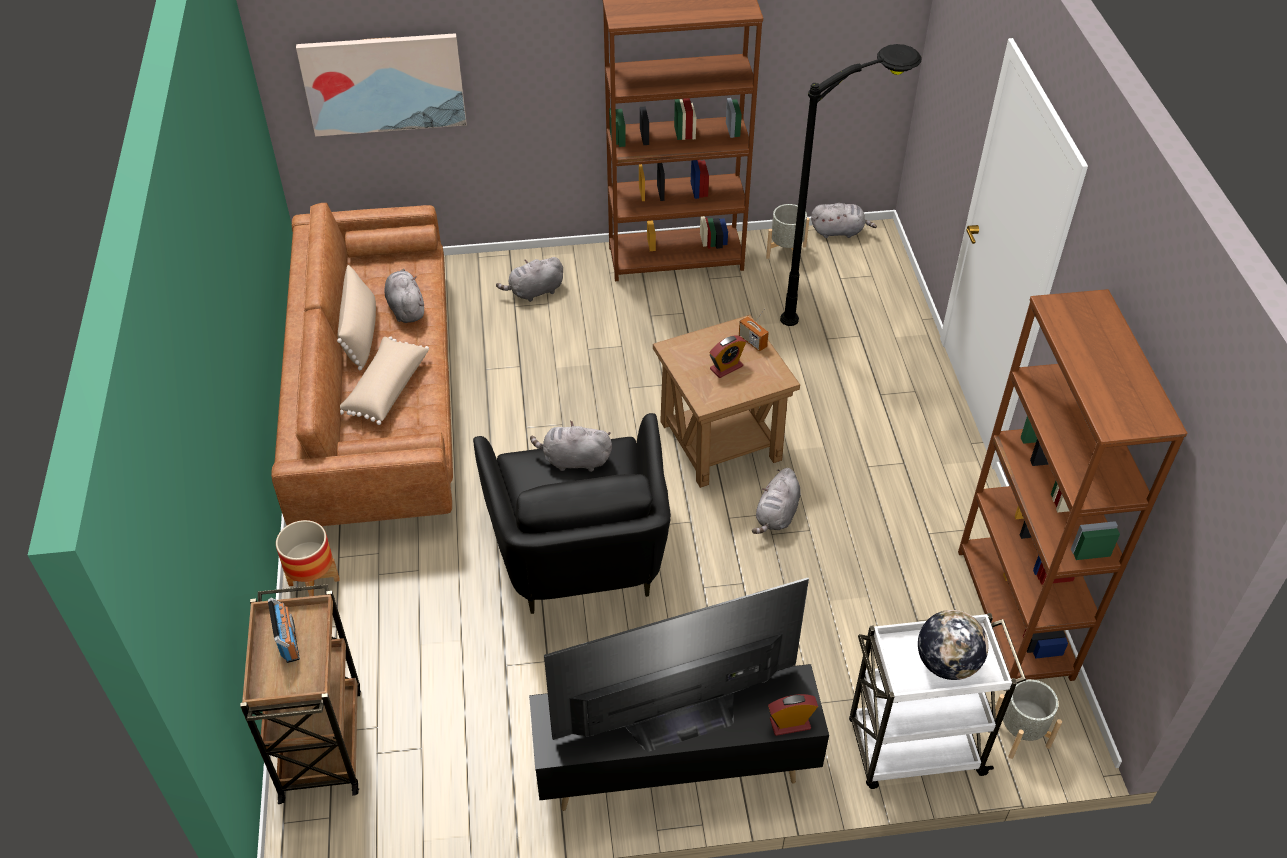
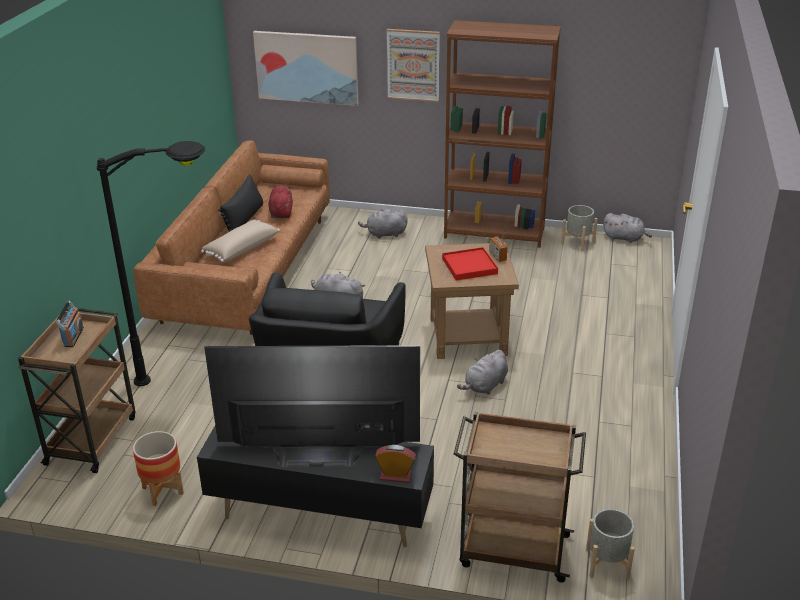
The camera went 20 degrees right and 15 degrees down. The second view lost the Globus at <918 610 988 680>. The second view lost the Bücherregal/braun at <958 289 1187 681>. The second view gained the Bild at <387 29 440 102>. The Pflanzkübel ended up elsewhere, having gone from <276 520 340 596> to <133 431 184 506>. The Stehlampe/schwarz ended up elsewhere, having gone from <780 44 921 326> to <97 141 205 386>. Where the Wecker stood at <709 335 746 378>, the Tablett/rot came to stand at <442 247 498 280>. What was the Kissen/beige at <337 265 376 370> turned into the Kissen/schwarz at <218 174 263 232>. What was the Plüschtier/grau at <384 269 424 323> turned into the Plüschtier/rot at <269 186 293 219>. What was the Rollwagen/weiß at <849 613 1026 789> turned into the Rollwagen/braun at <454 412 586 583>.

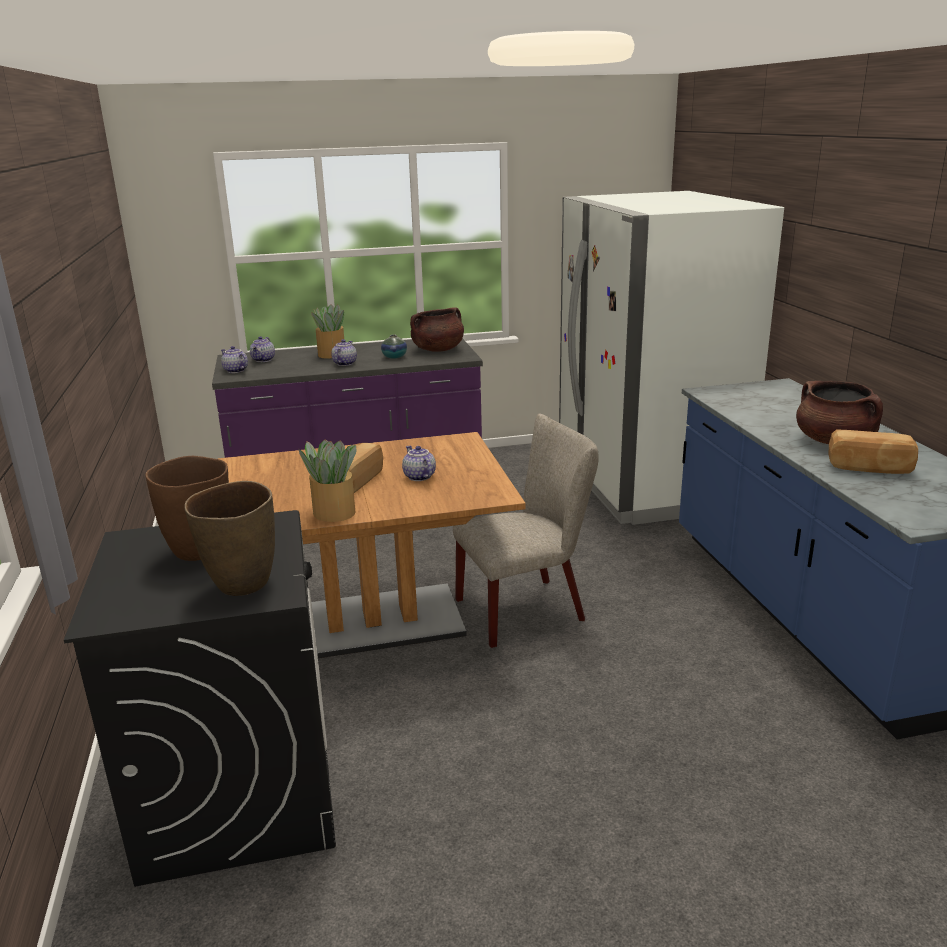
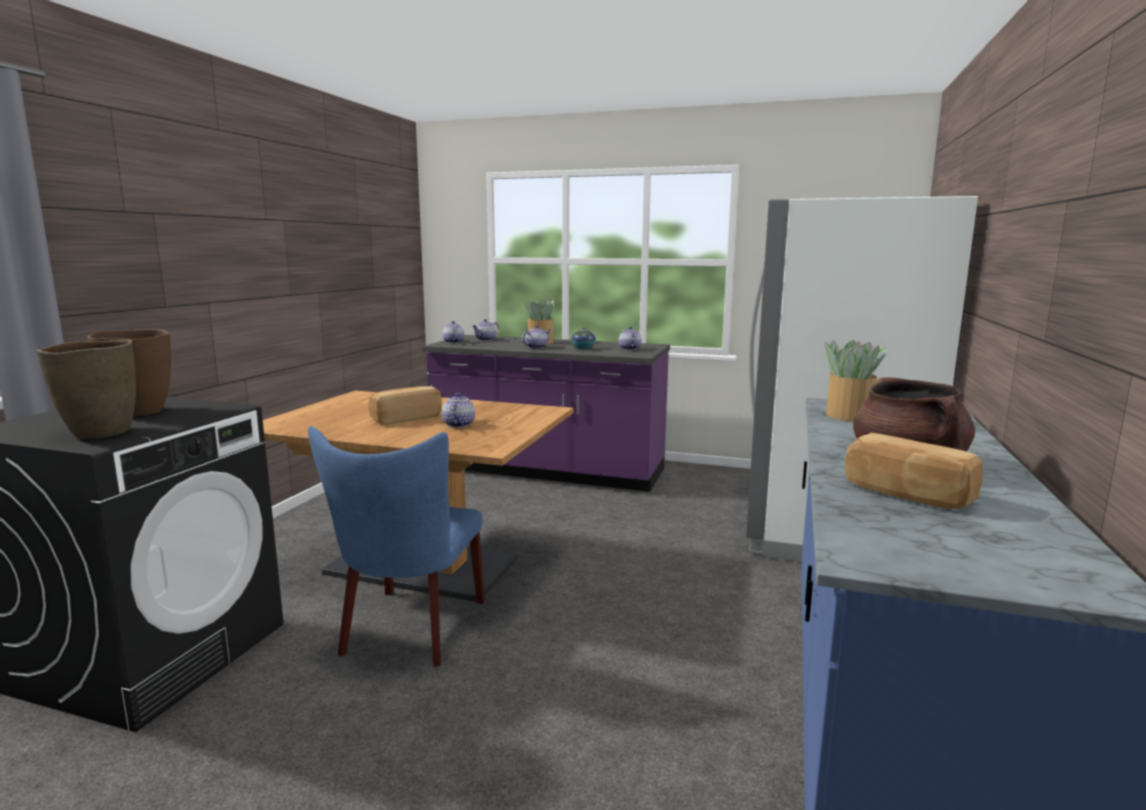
The camera went 30 degrees right and 10 degrees down. The second view lost the Stuhl/beige at <453 414 599 648>. The second view gained the Stuhl/blau at <308 426 485 667>. The Topfpflanze ended up elsewhere, having gone from <299 439 356 522> to <824 340 888 422>. Where the Kochtopf/braun stood at <410 307 464 352>, the Teekanne came to stand at <618 326 641 350>.

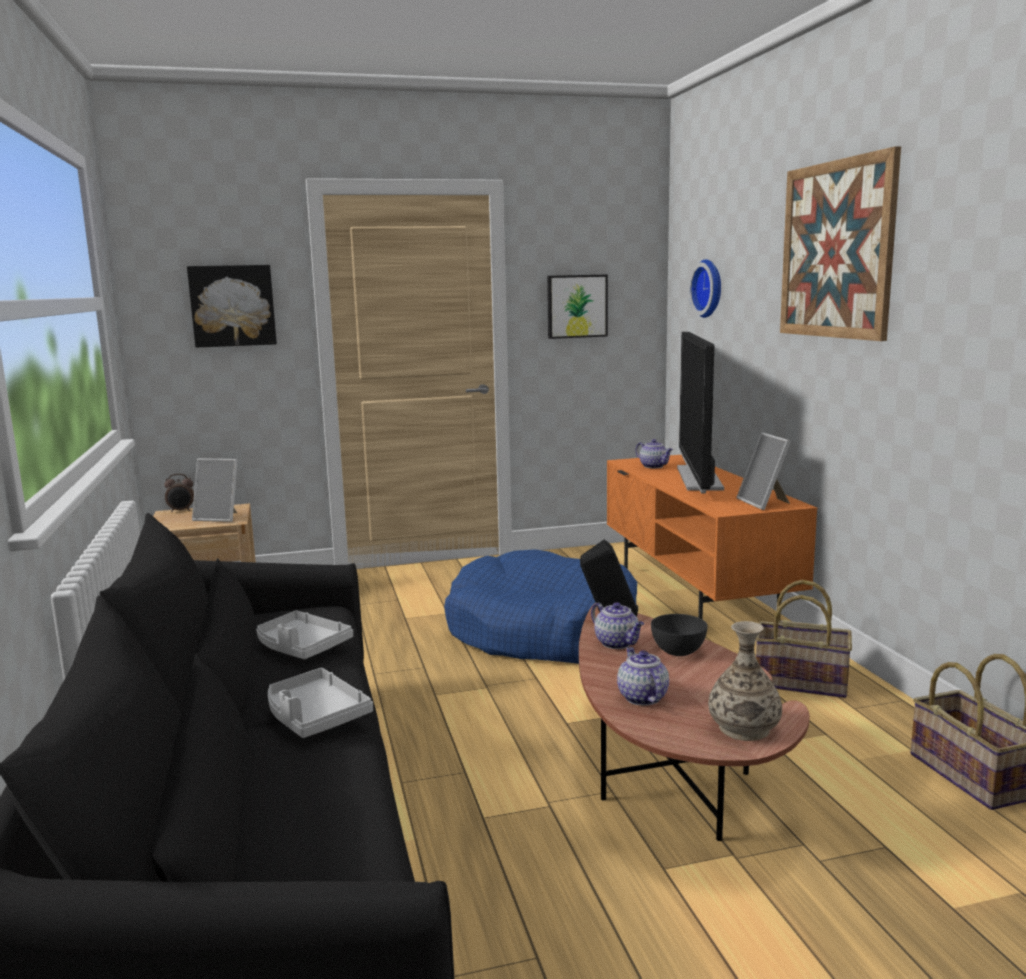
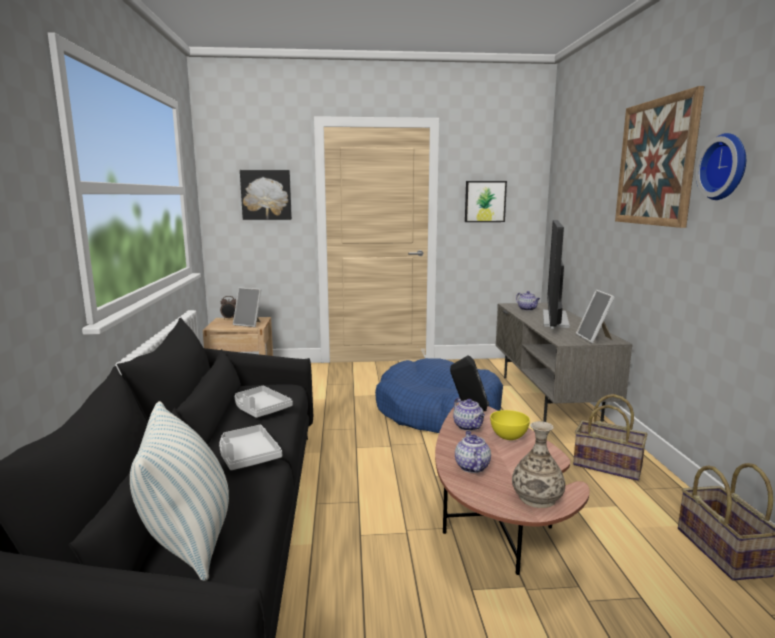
The camera went 10 degrees right and 0 degrees up. The second view gained the Kissen at <130 401 229 581>. The Wanduhr ended up elsewhere, having gone from <689 259 721 318> to <696 133 746 200>. What was the Fernsehschrank/orange at <607 455 817 620> turned into the Fernsehschrank/grau at <496 303 633 422>. What was the Schüssel/grau at <651 614 708 656> turned into the Schüssel/gelb at <490 410 530 440>.

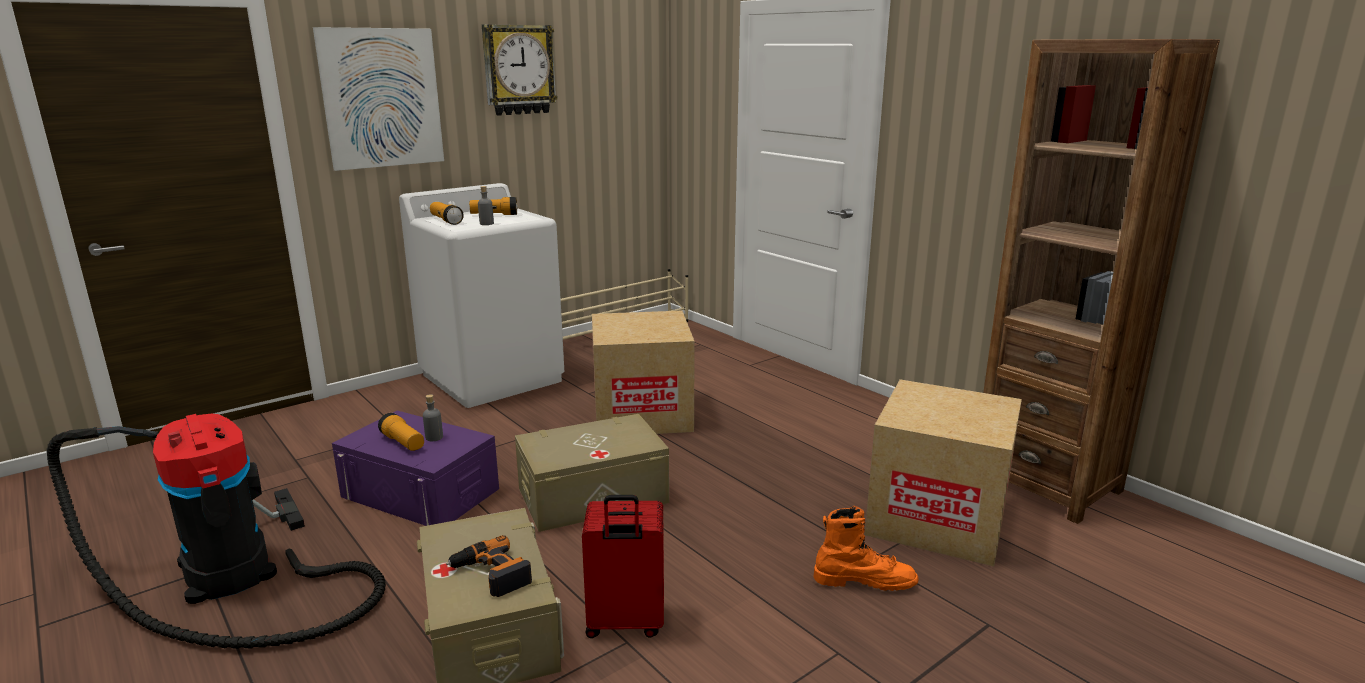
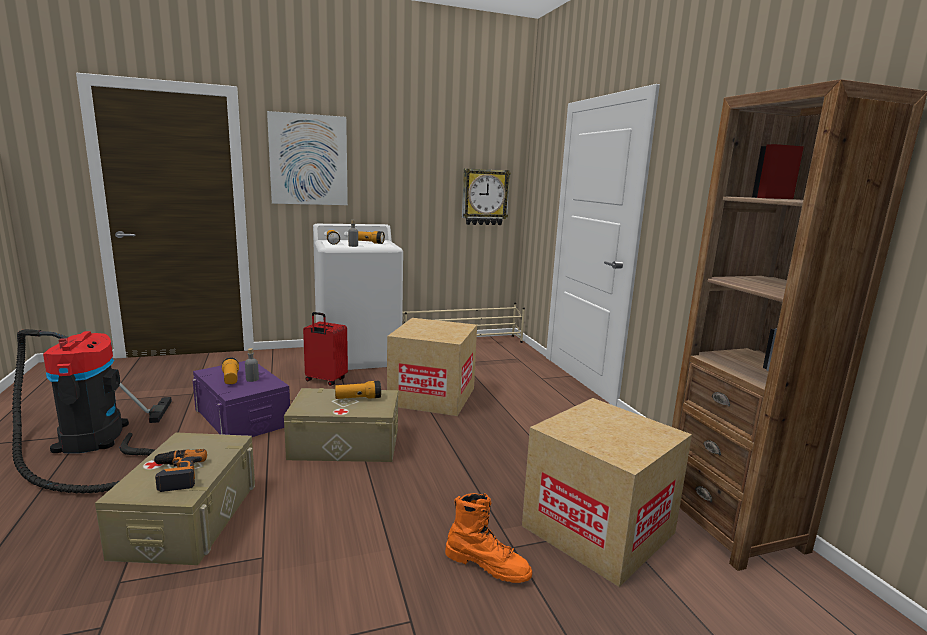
The camera went 20 degrees right and 5 degrees down. The second view gained the Taschenlampe at <335 381 381 399>. The Wanduhr ended up elsewhere, having gone from <482 24 558 116> to <462 168 511 225>. The Koffer/rot ended up elsewhere, having gone from <582 495 664 638> to <303 312 348 386>.

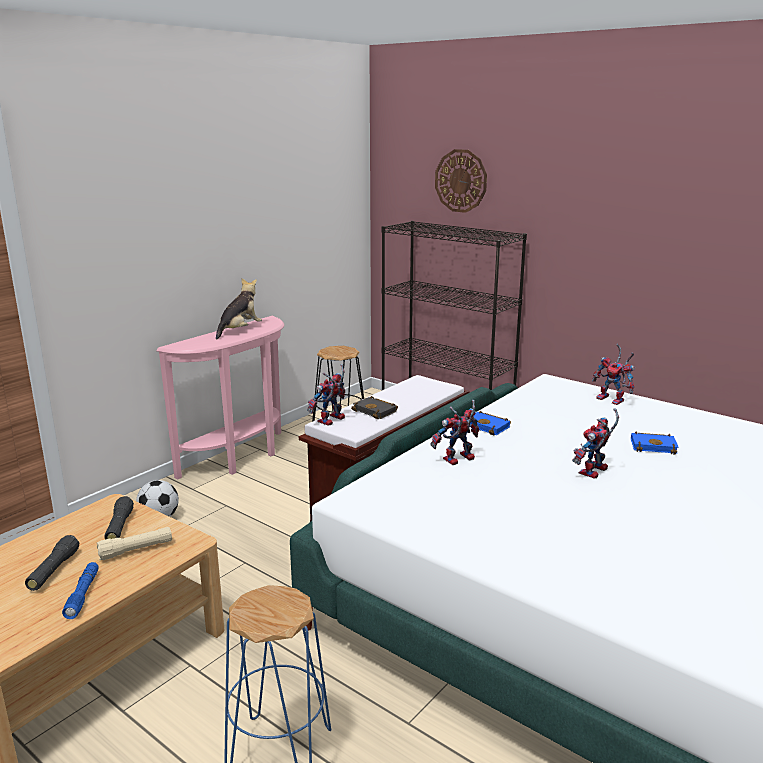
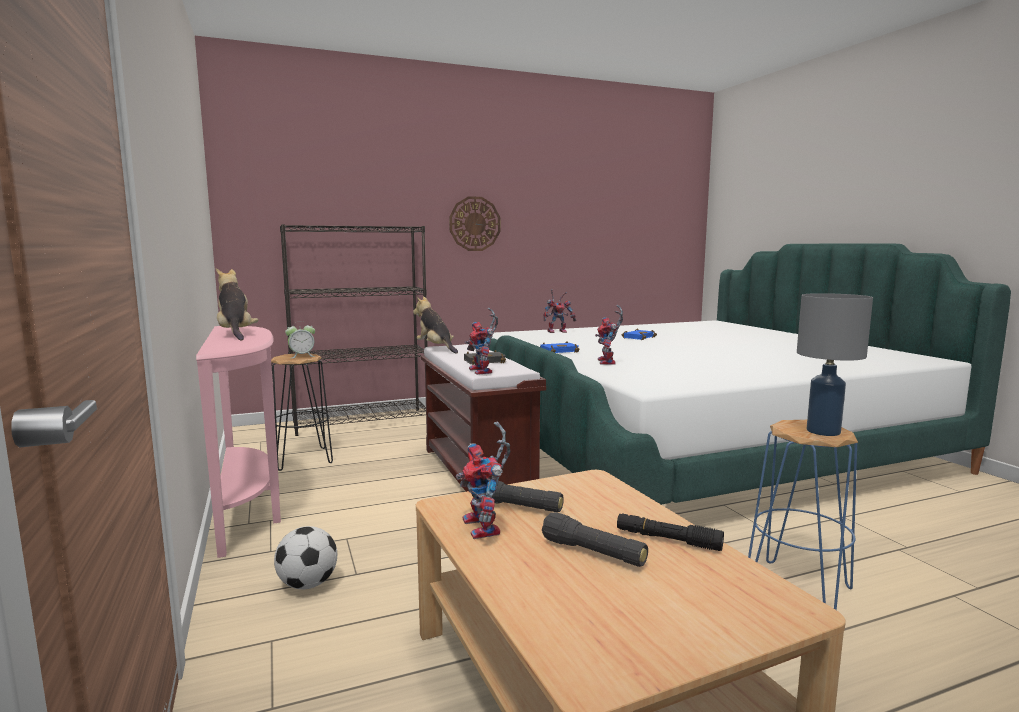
The camera went 60 degrees left and 10 degrees down. The second view lost the Taschenlampe/beige at <97 527 172 560>. The second view gained the Wecker at <285 321 315 358>. The second view gained the Plüschtier at <413 296 458 354>. The second view gained the Tischlampe/grau at <797 293 873 436>. The Wanduhr ended up elsewhere, having gone from <435 149 487 213> to <449 196 500 251>. The Spielzeugroboter ended up elsewhere, having gone from <572 409 619 479> to <456 422 510 539>. What was the Taschenlampe/blau at <62 562 99 619> turned into the Taschenlampe/schwarz at <617 514 724 551>.

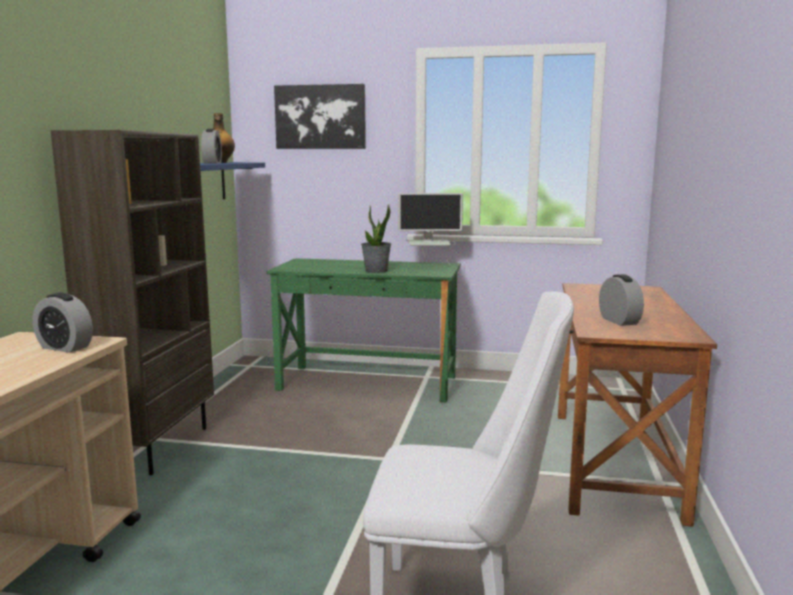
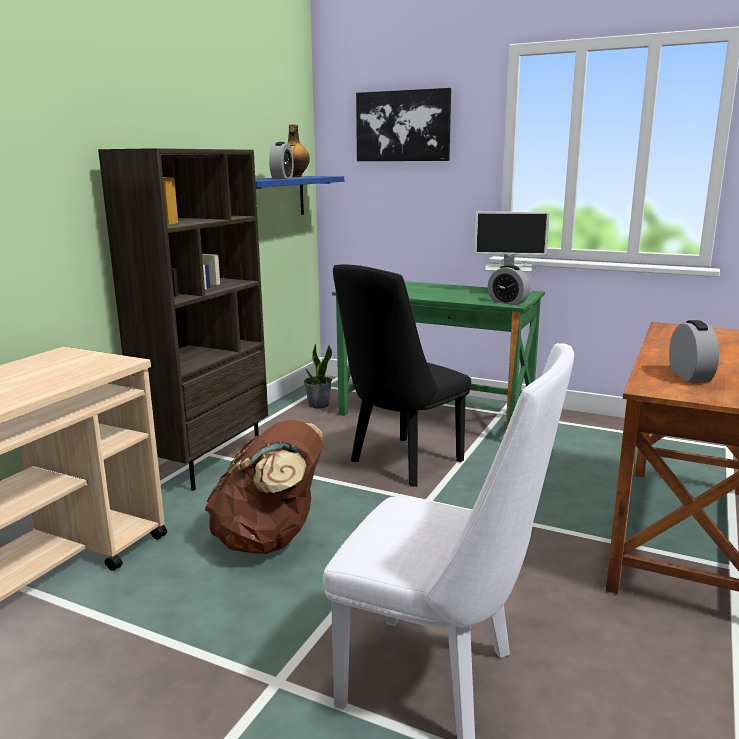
The camera went 15 degrees right and 5 degrees up. The second view gained the Rucksack/braun at <205 420 324 554>. The second view gained the Stuhl/schwarz at <333 264 471 486>. The Wecker ended up elsewhere, having gone from <32 293 93 353> to <488 265 530 305>. The Topfpflanze ended up elsewhere, having gone from <361 204 391 273> to <304 344 332 408>.

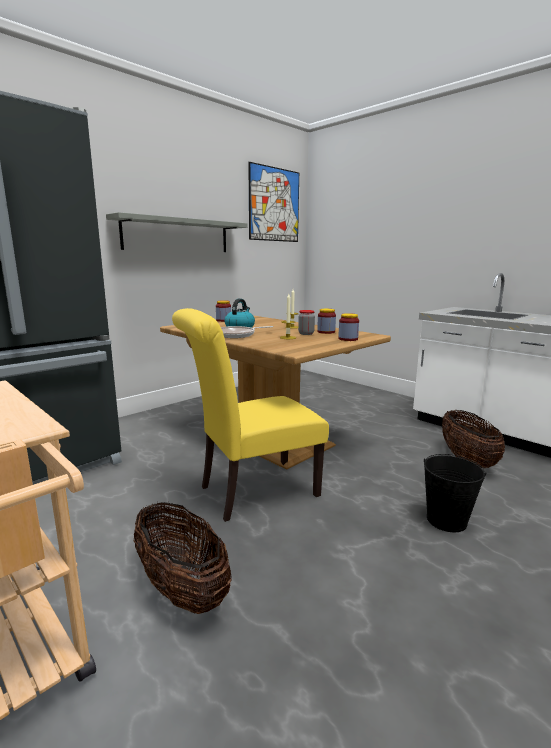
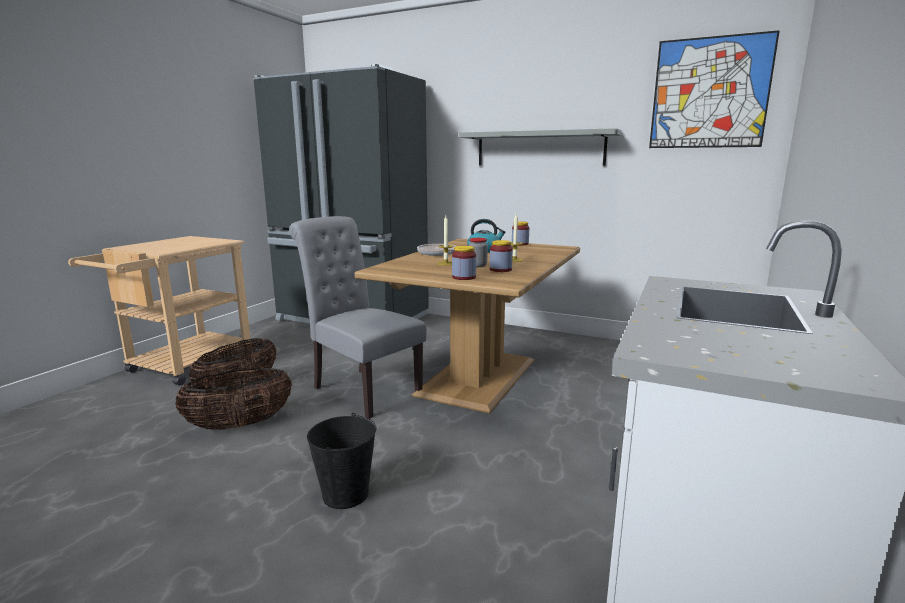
The camera went 70 degrees right and 0 degrees up. The Korb ended up elsewhere, having gone from <442 410 505 468> to <175 368 292 430>. What was the Stuhl/gelb at <172 308 329 522> turned into the Stuhl/grau at <289 216 427 419>.

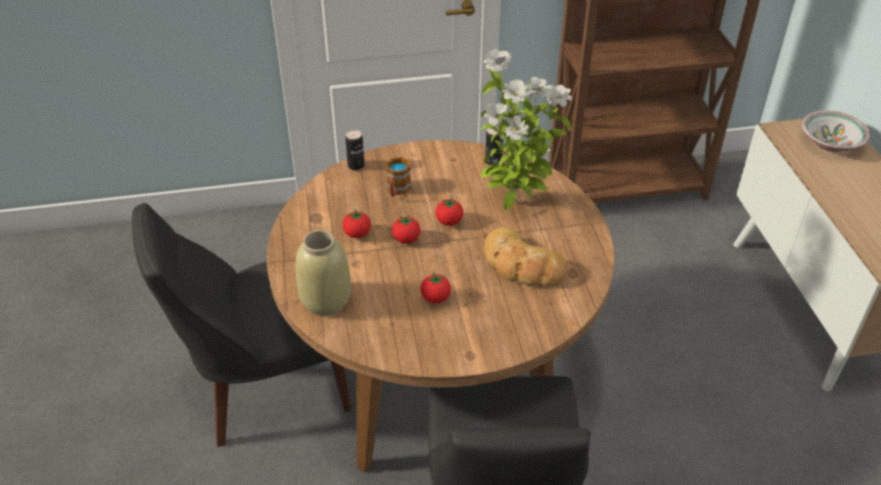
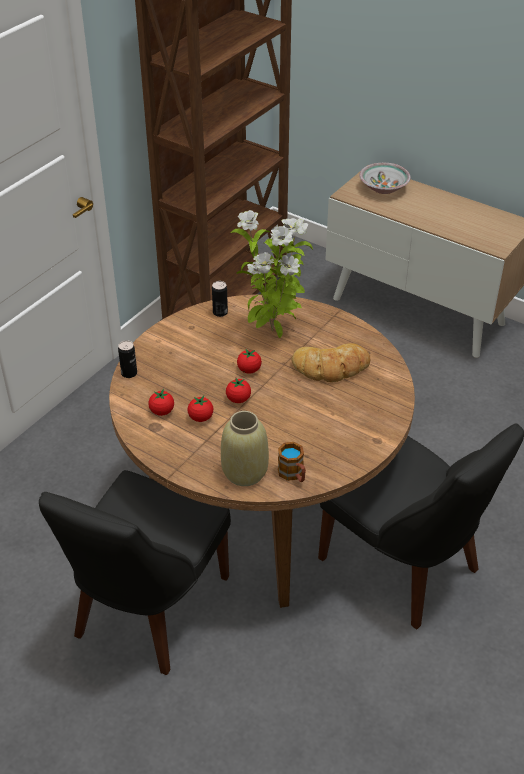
The camera went 45 degrees left and 0 degrees up. The Henkelbecher ended up elsewhere, having gone from <386 157 411 196> to <278 442 306 482>. The Tomate ended up elsewhere, having gone from <421 272 451 303> to <148 389 174 416>.

